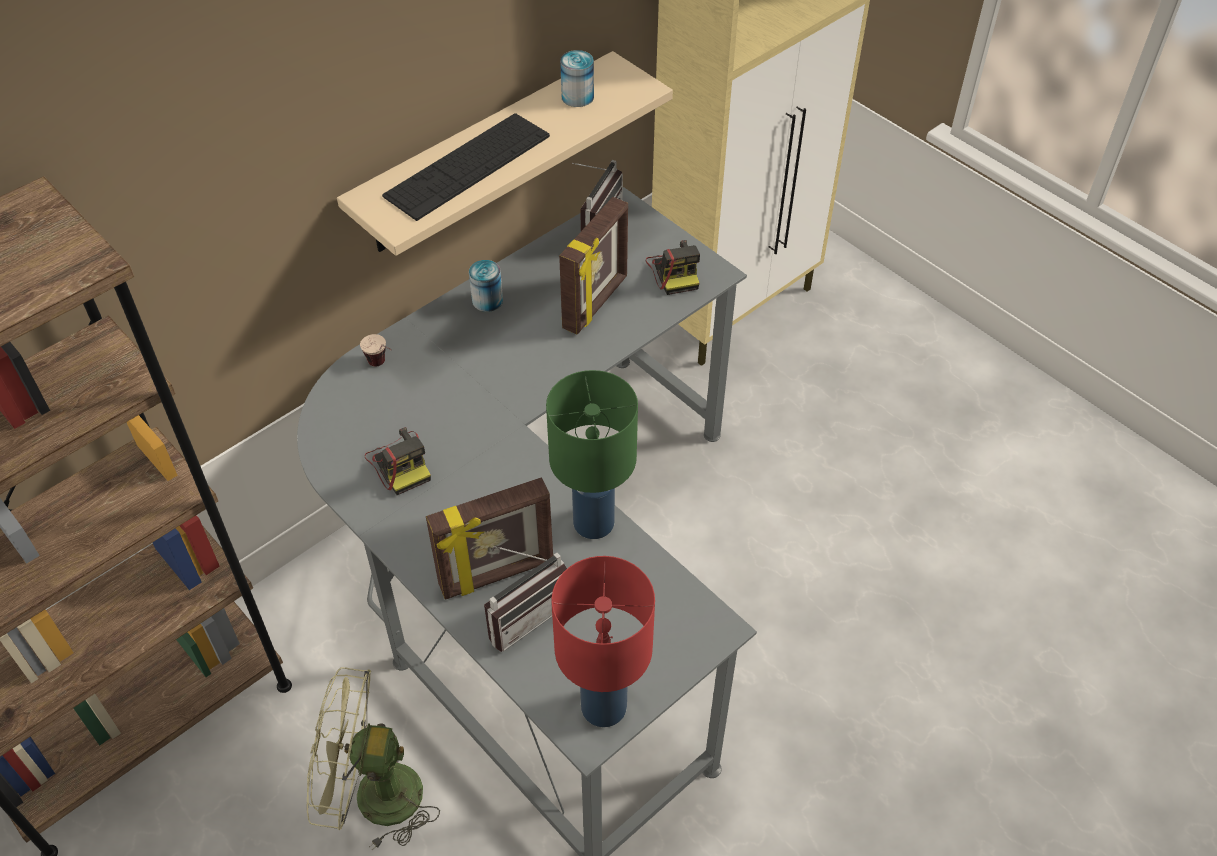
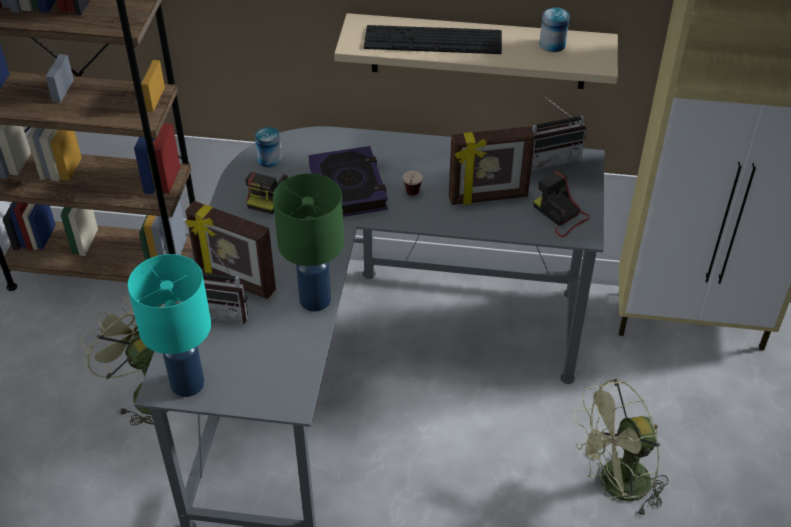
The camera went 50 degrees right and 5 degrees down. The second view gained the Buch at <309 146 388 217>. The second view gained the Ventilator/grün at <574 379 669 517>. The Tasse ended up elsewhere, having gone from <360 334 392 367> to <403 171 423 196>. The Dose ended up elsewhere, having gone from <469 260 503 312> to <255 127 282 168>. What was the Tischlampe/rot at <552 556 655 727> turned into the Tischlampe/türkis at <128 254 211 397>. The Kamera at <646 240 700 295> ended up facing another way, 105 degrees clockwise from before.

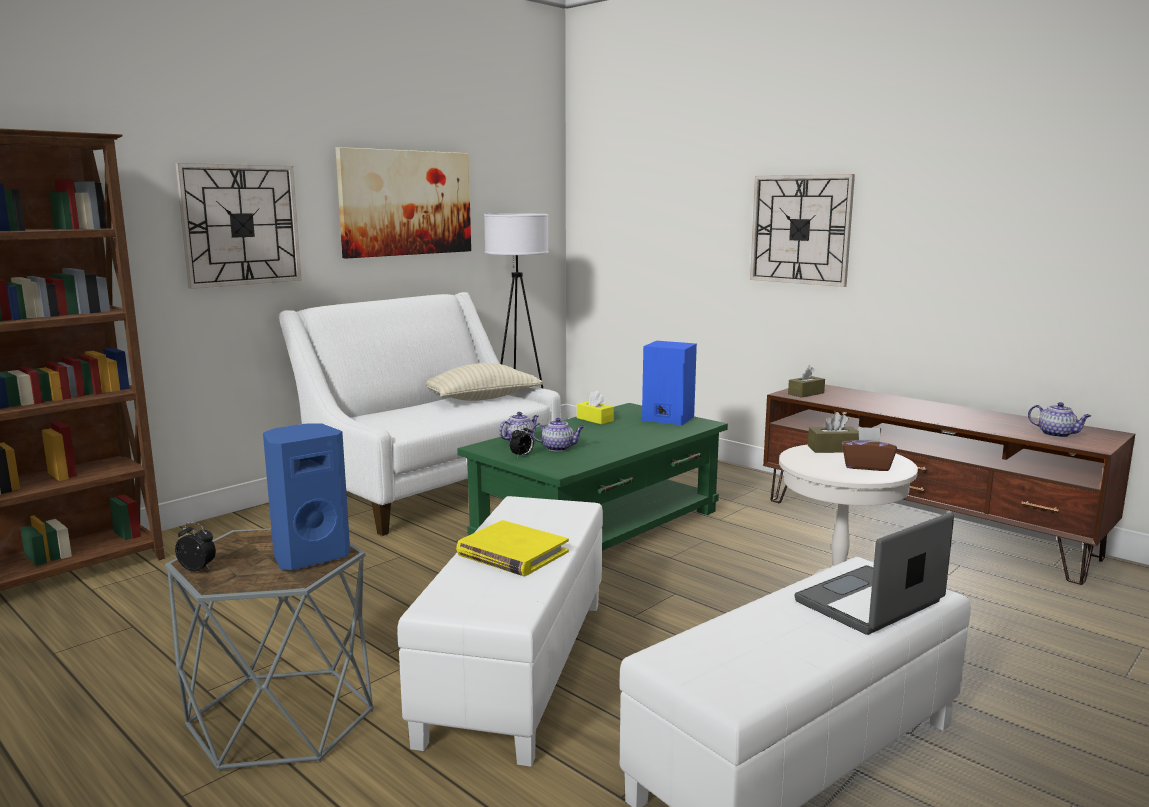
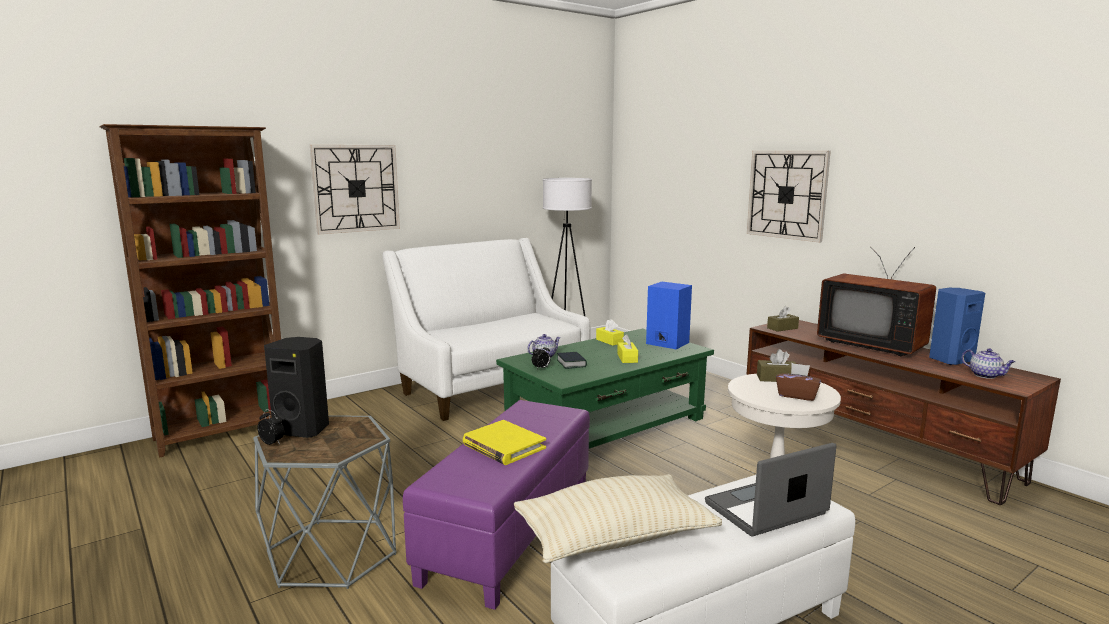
The camera went 10 degrees right and 0 degrees up. The second view lost the Bild at <336 147 471 259>. The second view gained the Lautsprecher/schwarz at <264 337 329 438>. The second view gained the Taschentuchbox/gelb at <617 334 638 363>. The second view gained the Fernseher at <817 247 936 356>. The Lautsprecher/blau ended up elsewhere, having gone from <263 424 350 570> to <929 288 985 365>. The Kissen/beige ended up elsewhere, having gone from <426 363 543 401> to <514 474 722 563>. Where the Teekanne stood at <532 418 584 451>, the Buch came to stand at <557 352 587 369>. What was the Polsterhocker/weiß at <397 496 603 767> turned into the Polsterhocker/lila at <403 400 590 610>.

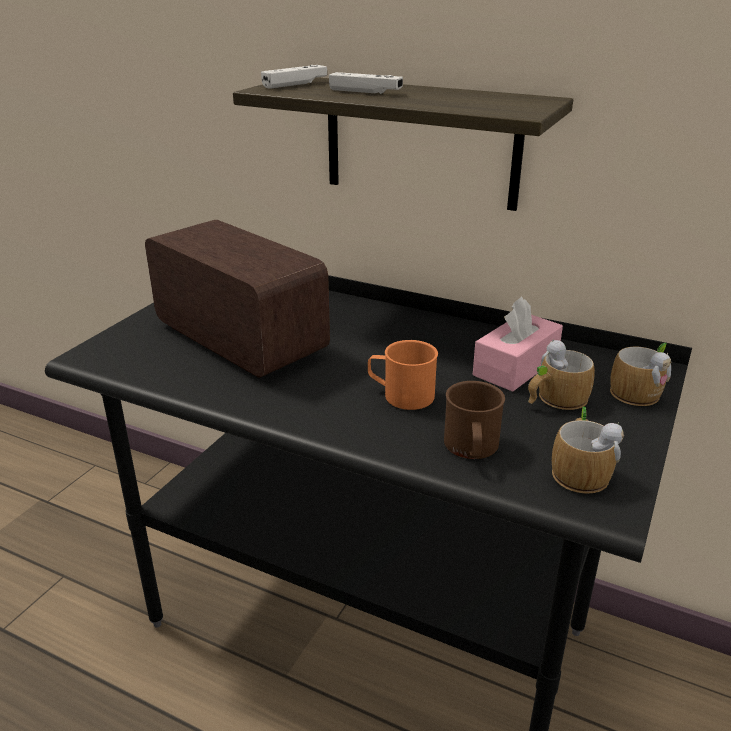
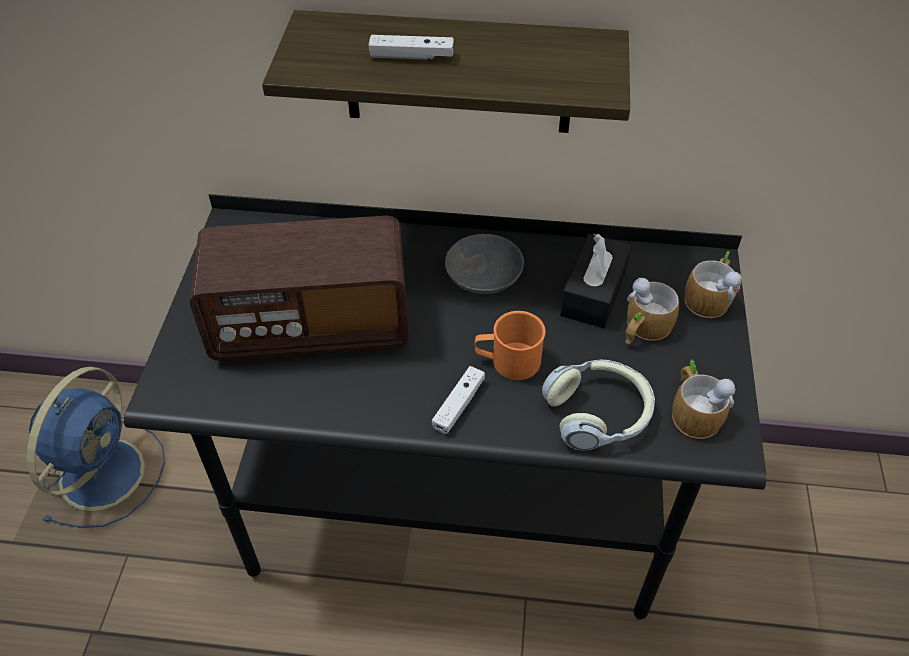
The camera went 20 degrees left and 20 degrees up. The second view gained the Ventilator/blau at <27 367 165 528>. The second view gained the Schüssel/grau at <445 234 524 294>. The Gamepad/weiß ended up elsewhere, having gone from <261 65 327 89> to <432 366 485 434>. Where the Henkelbecher/braun stood at <444 381 505 459>, the Kopfhörer came to stand at <542 360 655 451>. What was the Taschentuchbox/rosa at <473 297 563 392> turned into the Taschentuchbox/schwarz at <560 233 631 328>. The Radio at <145 220 330 378> ended up facing another way, 150 degrees clockwise from before.

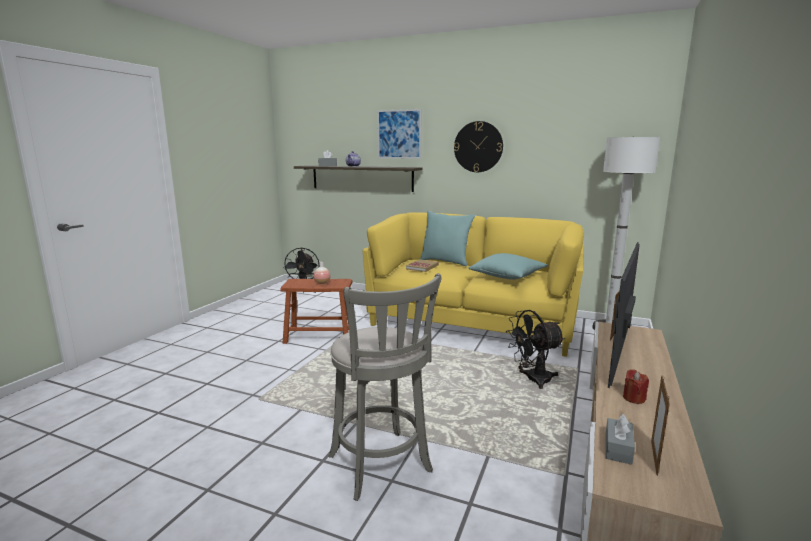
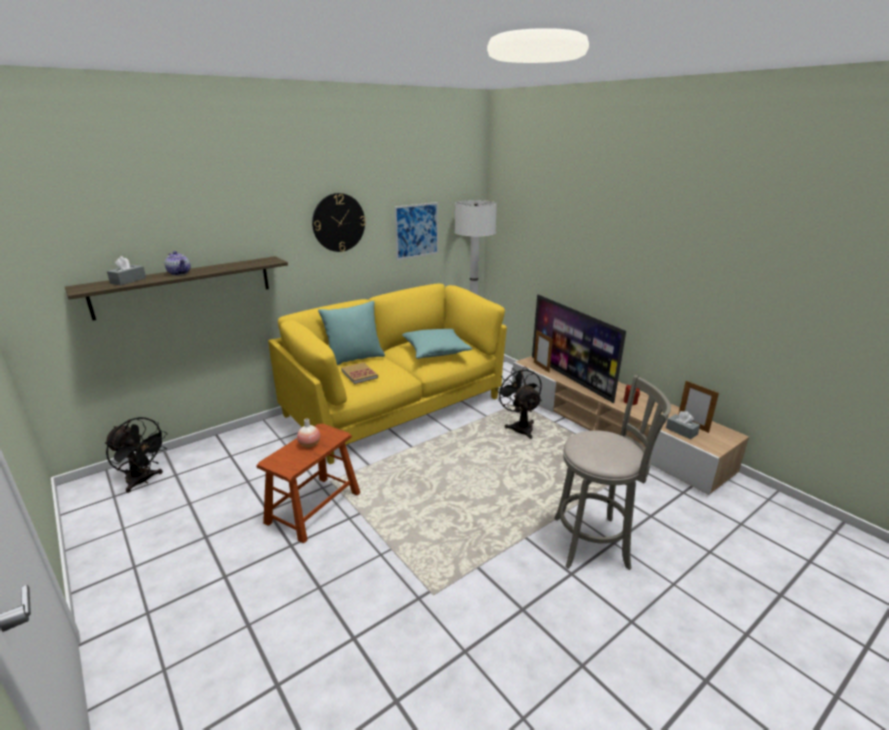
The camera went 60 degrees left and 10 degrees up. The Bild ended up elsewhere, having gone from <377 109 422 159> to <394 202 438 260>. The Ventilator/schwarz at <506 310 565 389> ended up facing another way, 150 degrees clockwise from before.

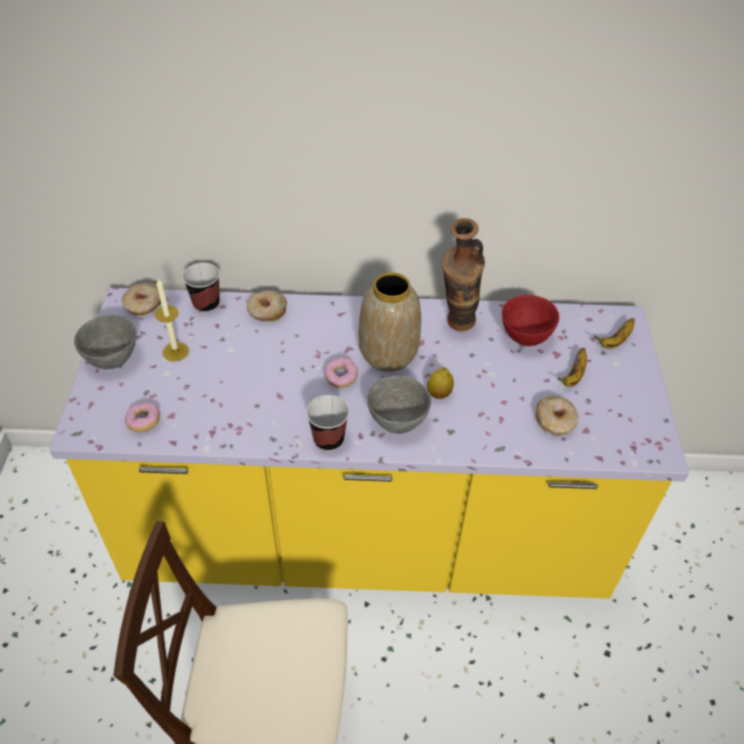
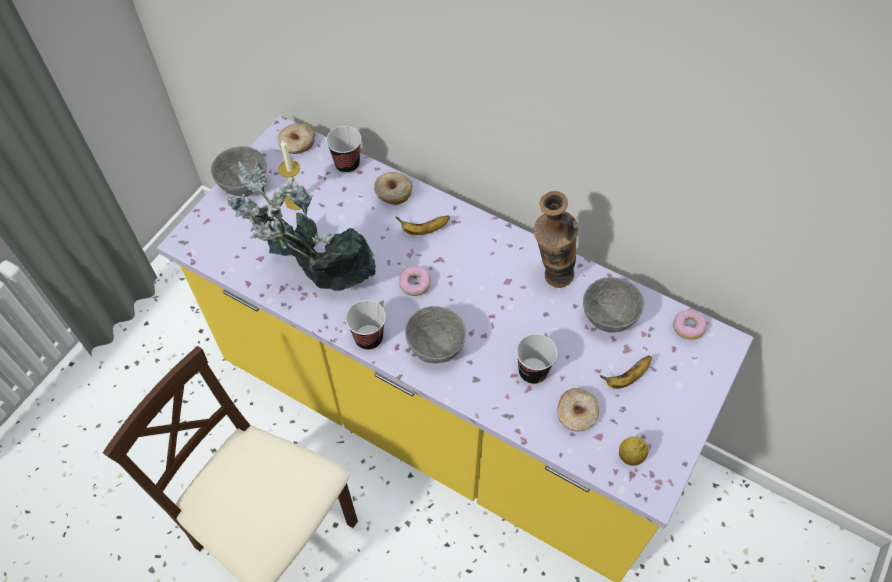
The camera went 30 degrees right and 10 degrees up. The second view lost the Vase at <359 272 421 372>. The second view gained the Topfpflanze at <225 161 376 291>. The second view gained the Tasse at <516 334 557 384>. The Donut ended up elsewhere, having gone from <125 402 160 432> to <673 310 707 340>. The Zitrone ended up elsewhere, having gone from <427 367 454 399> to <619 436 649 466>. The Banane ended up elsewhere, having gone from <594 318 635 349> to <396 215 450 235>. What was the Schüssel/rot at <502 295 559 346> turned into the Schüssel/grau at <583 277 644 333>.

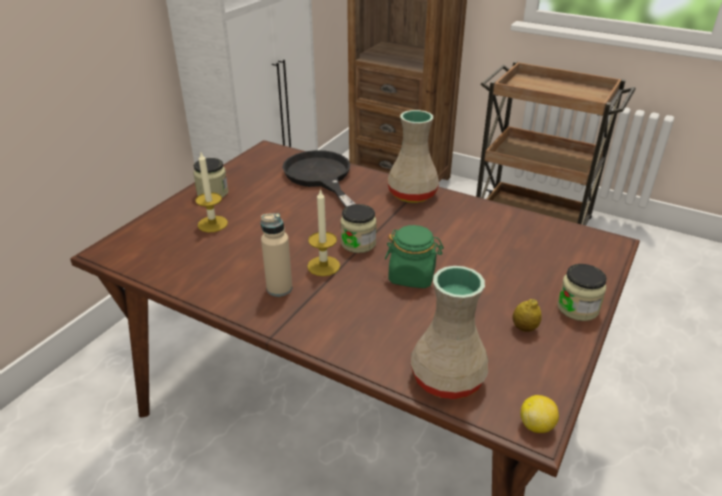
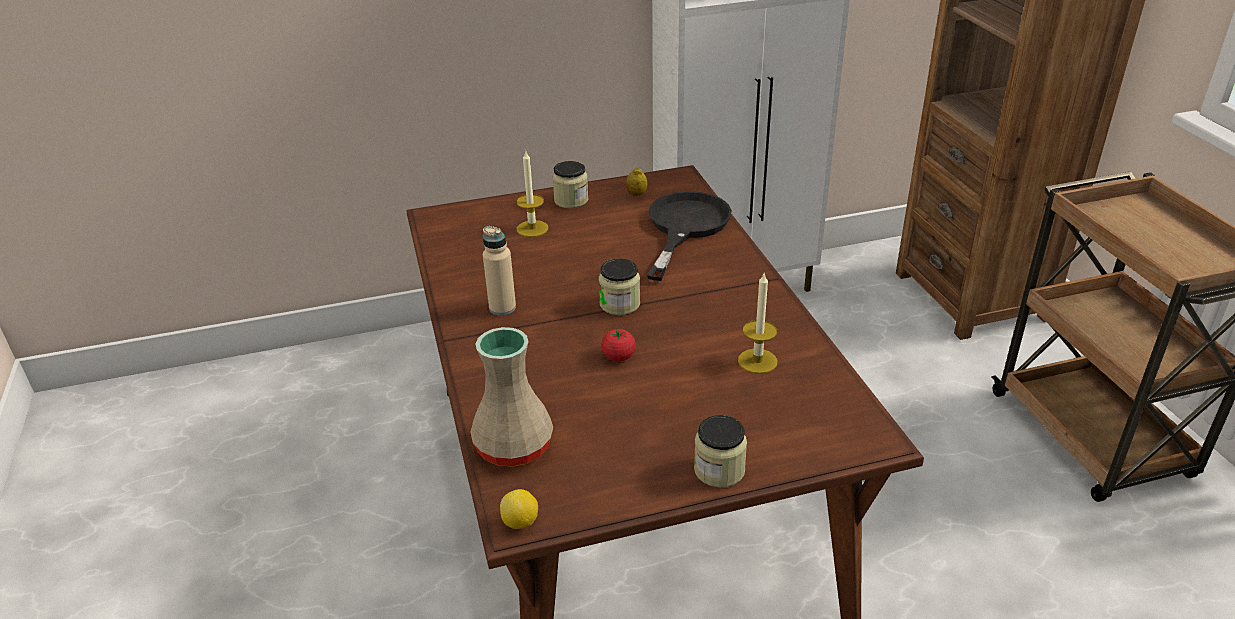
The camera went 45 degrees right and 0 degrees up. The second view lost the Vase/beige at <388 110 439 203>. The Kerze ended up elsewhere, having gone from <307 189 340 276> to <738 274 777 374>. The Zitrone ended up elsewhere, having gone from <512 299 541 332> to <626 168 647 196>. Where the Vorratsglas/grün stood at <385 225 444 288>, the Tomate came to stand at <601 329 636 361>.

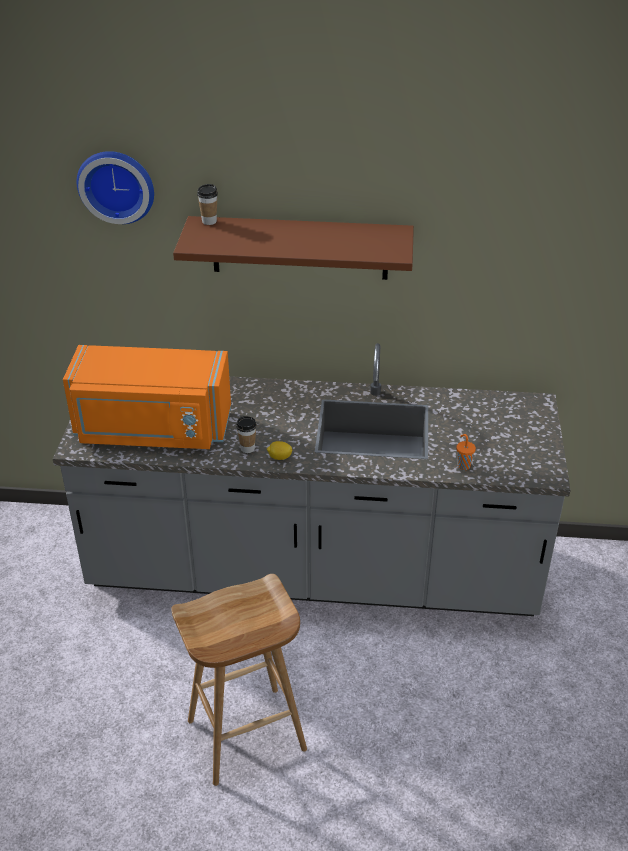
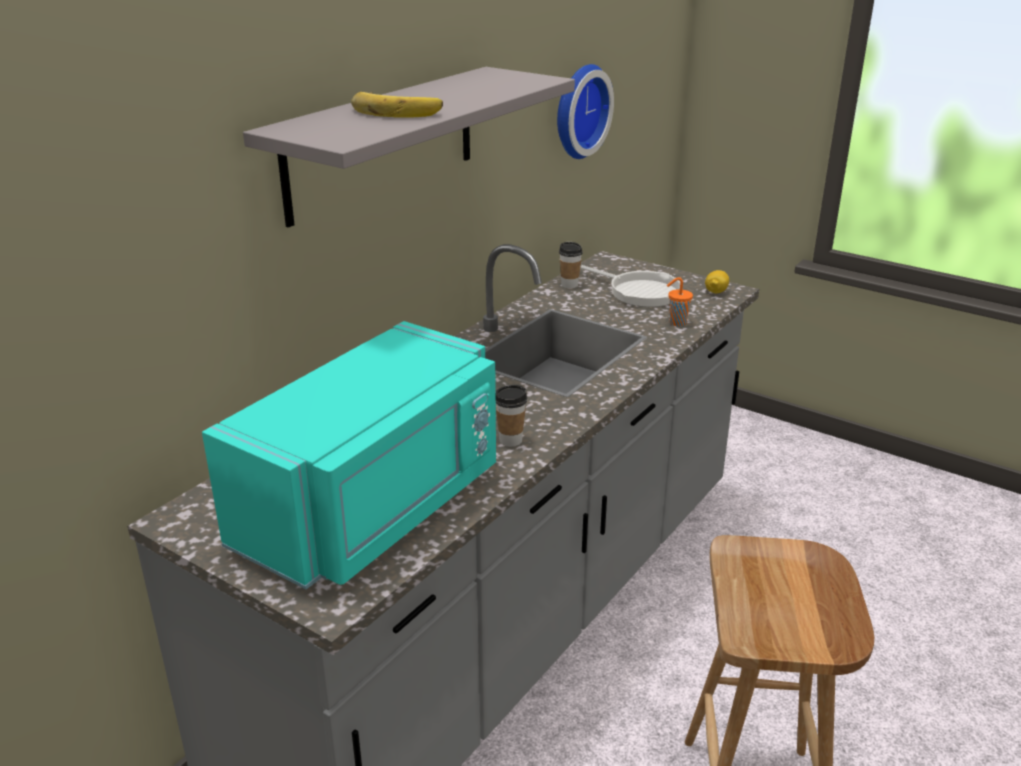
The camera went 60 degrees left and 10 degrees down. The second view gained the Banane at <351 92 443 118>. The second view gained the Pfanne at <580 265 680 307>. The Wanduhr ended up elsewhere, having gone from <77 151 154 224> to <557 64 614 159>. The Tasse ended up elsewhere, having gone from <197 184 218 225> to <559 242 583 289>. The Zitrone ended up elsewhere, having gone from <267 441 293 460> to <705 270 729 293>. What was the Mikrowelle/orange at <63 345 231 449> turned into the Mikrowelle/türkis at <202 321 496 589>. What was the Wandregal/braun at <173 216 414 280> turned into the Wandregal/grau at <243 67 575 227>.

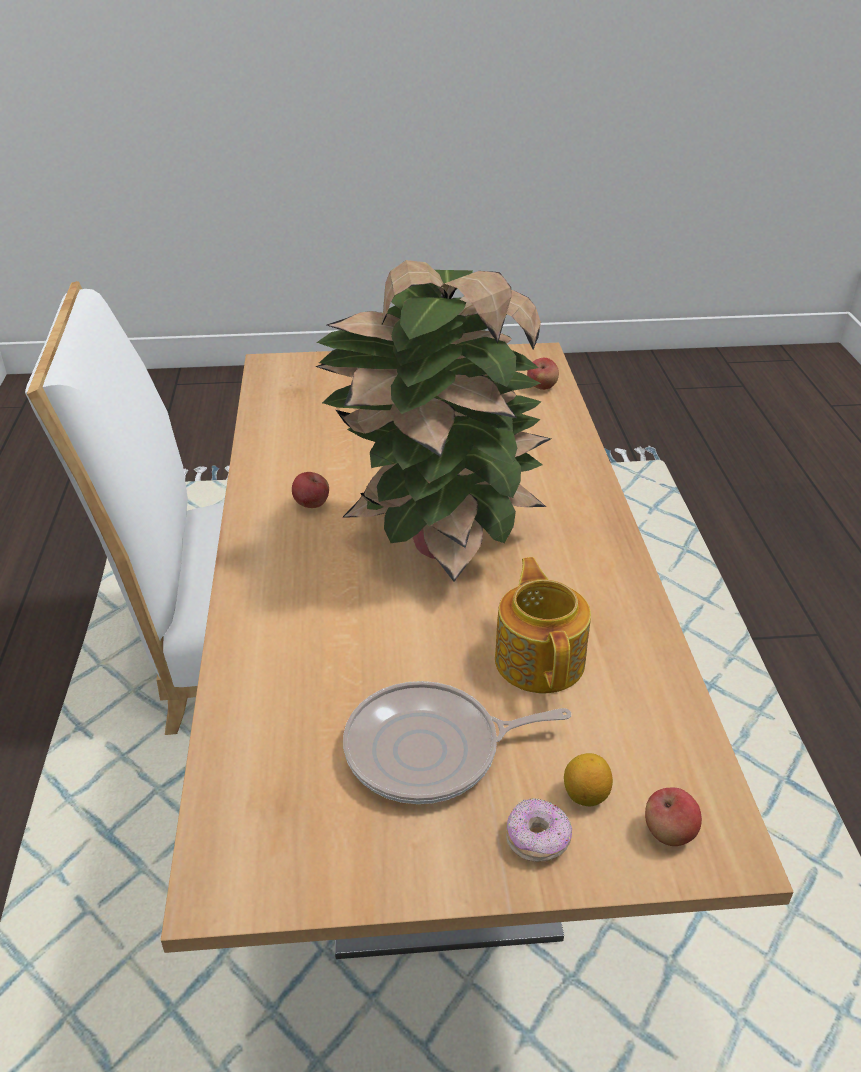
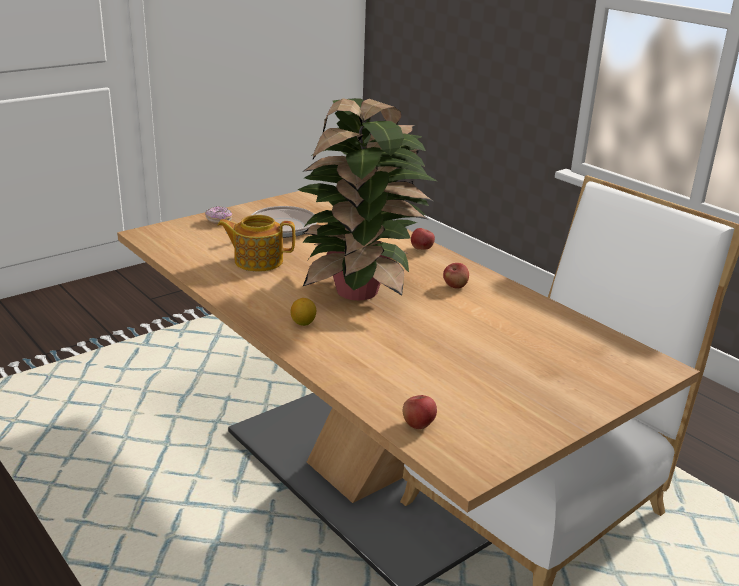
The camera went 145 degrees right and 10 degrees down. The Zitrone ended up elsewhere, having gone from <564 753 613 807> to <291 298 316 326>. The Apfel ended up elsewhere, having gone from <645 788 702 846> to <411 228 435 249>. The Teekanne at <495 557 591 693> ended up facing another way, 135 degrees clockwise from before.

